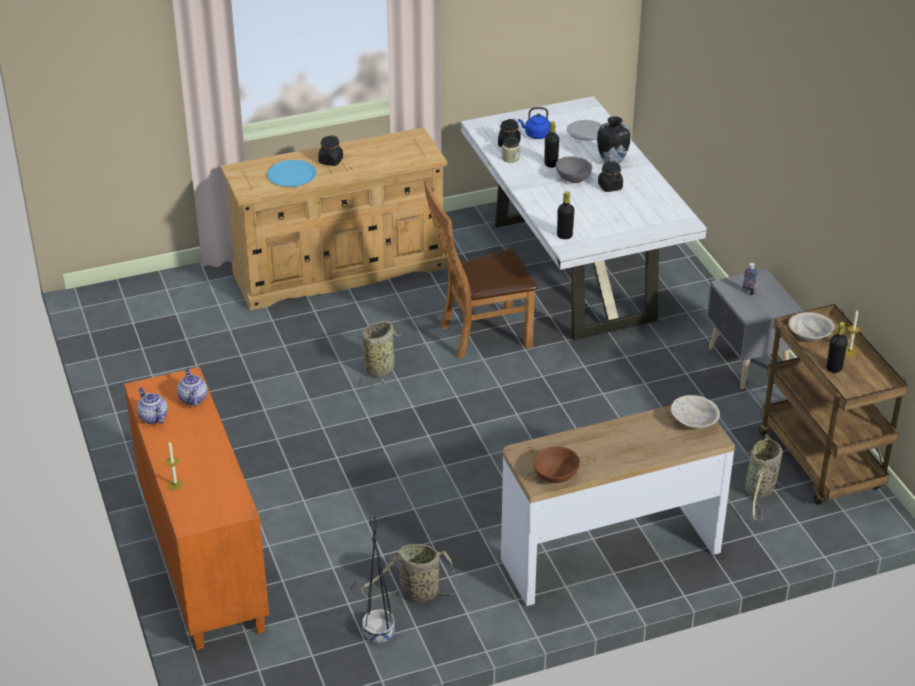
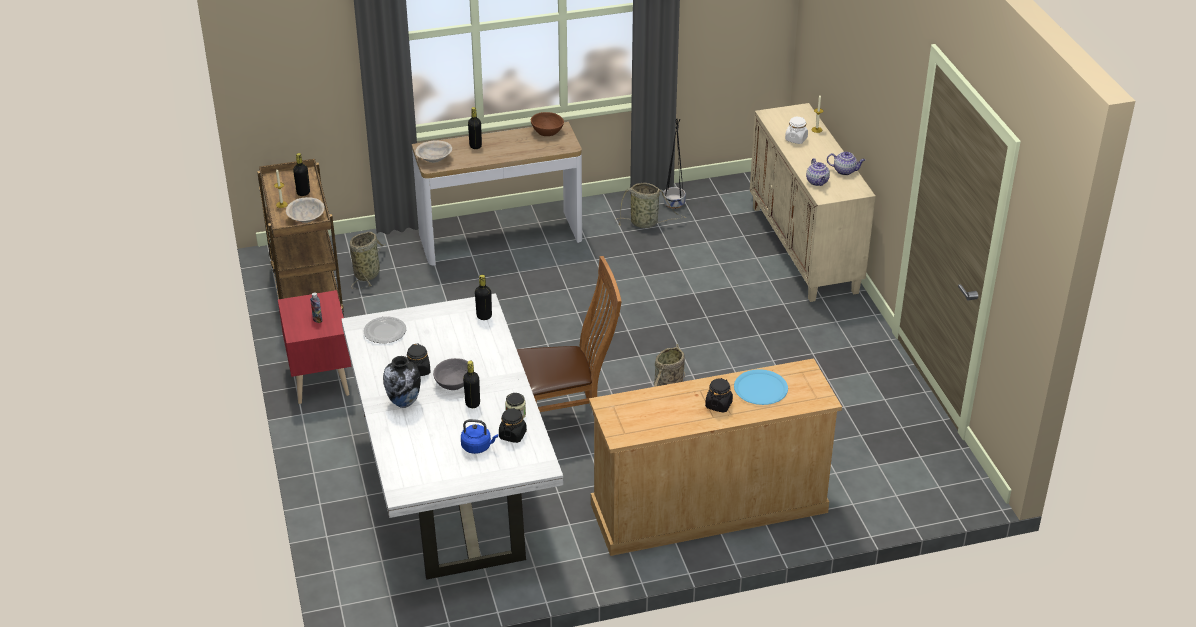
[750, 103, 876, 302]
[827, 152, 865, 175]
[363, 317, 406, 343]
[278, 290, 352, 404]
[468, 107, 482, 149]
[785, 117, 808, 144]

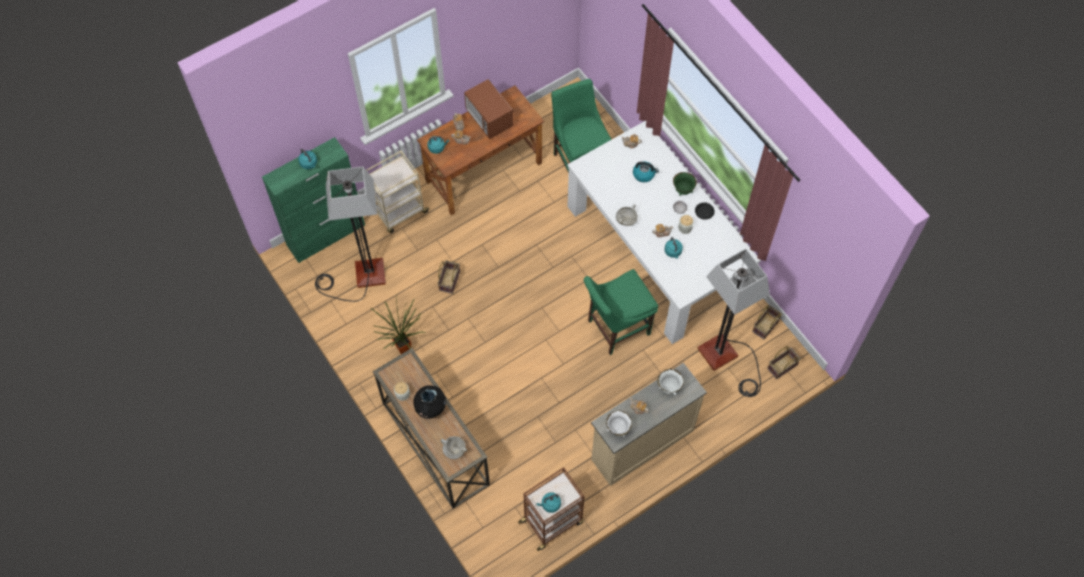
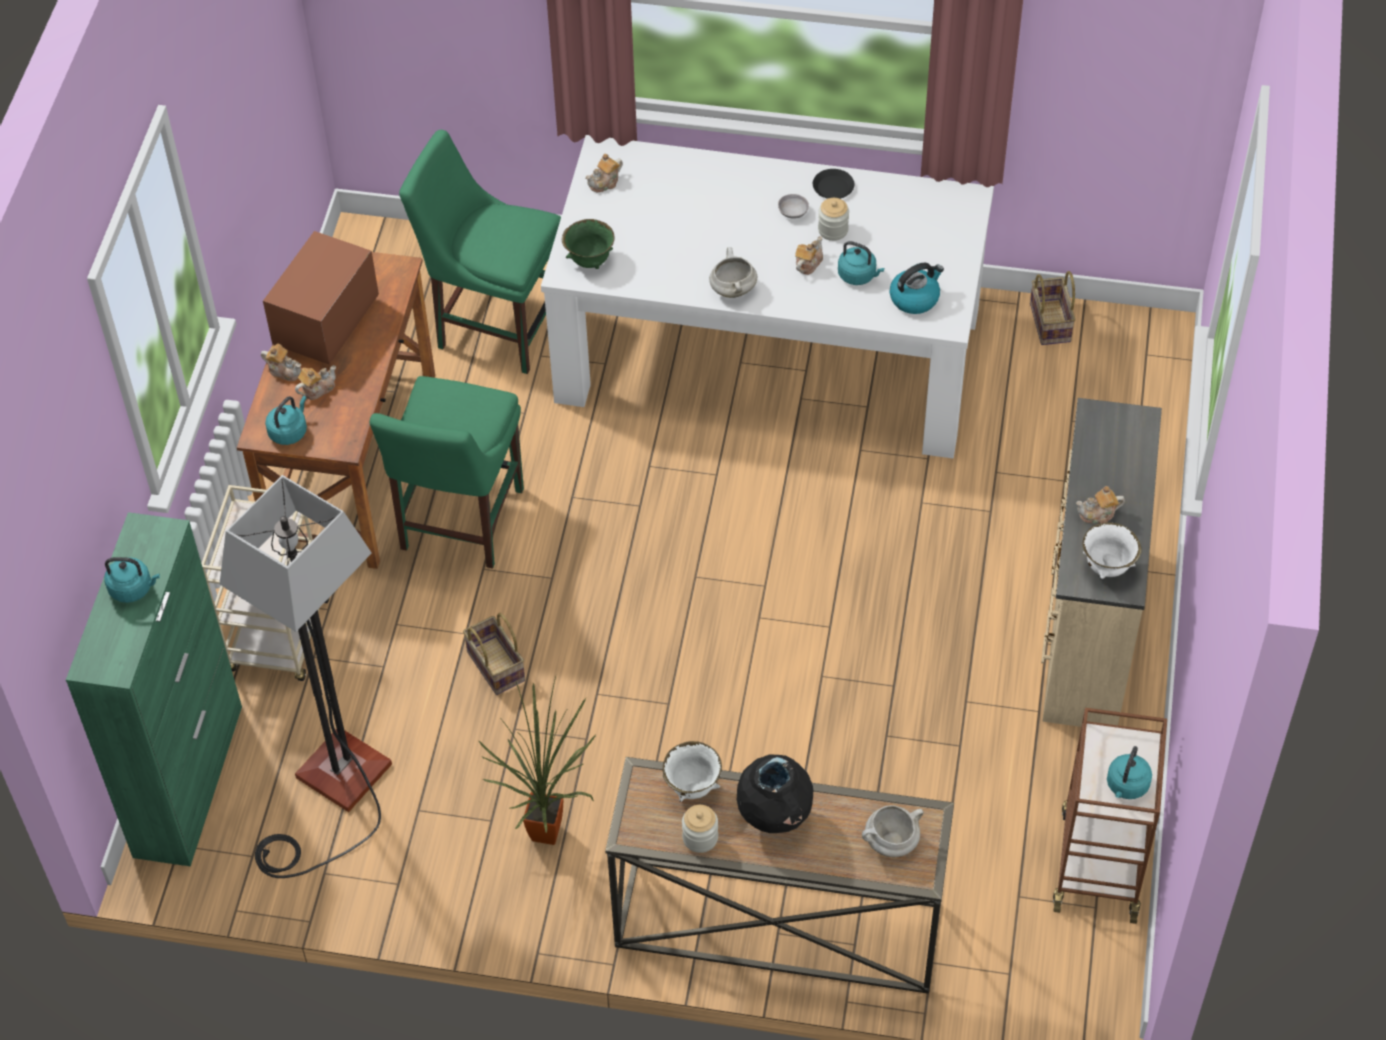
[263, 231, 379, 365]
[370, 376, 524, 569]
[890, 263, 944, 314]
[663, 741, 722, 802]
[562, 219, 615, 269]
[697, 249, 770, 397] (first image)
[767, 346, 801, 379] (first image)

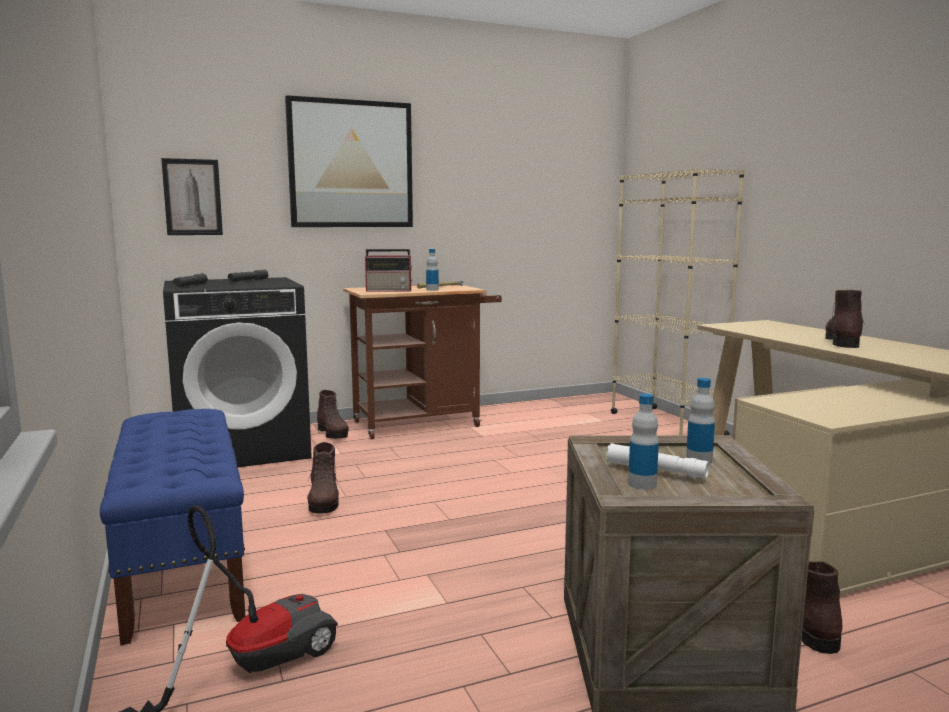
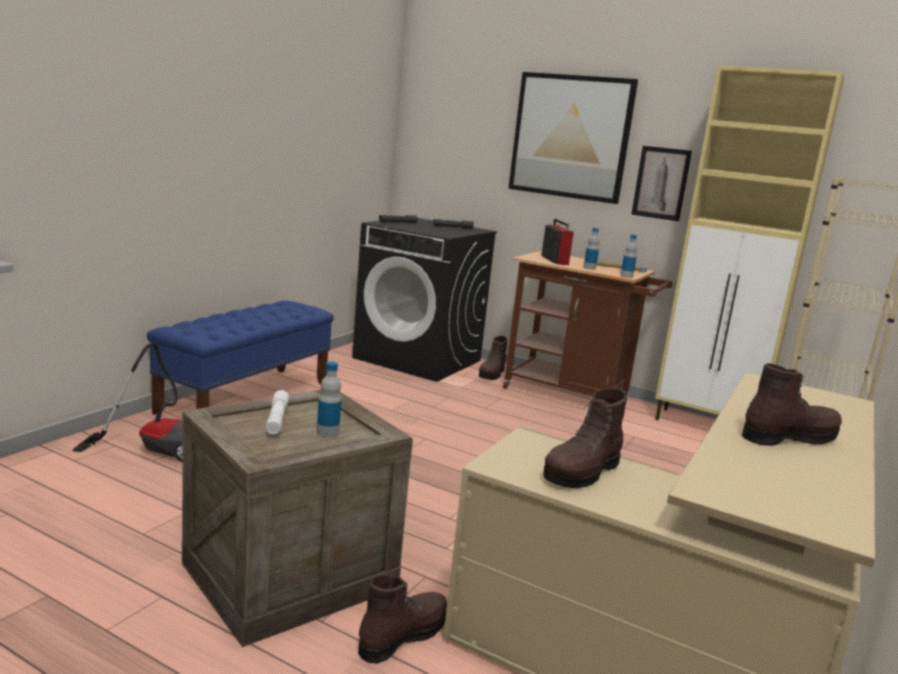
[631, 146, 692, 221]
[544, 388, 627, 488]
[541, 219, 574, 265]
[620, 234, 637, 278]
[655, 65, 844, 420]

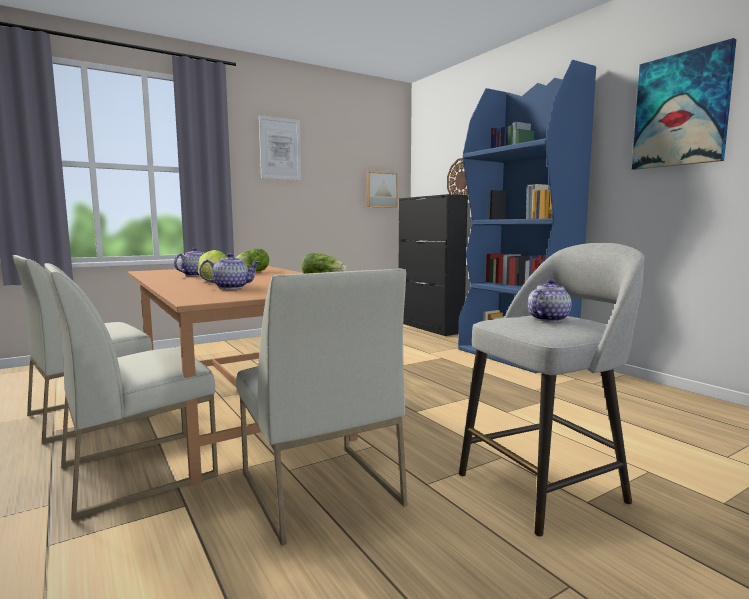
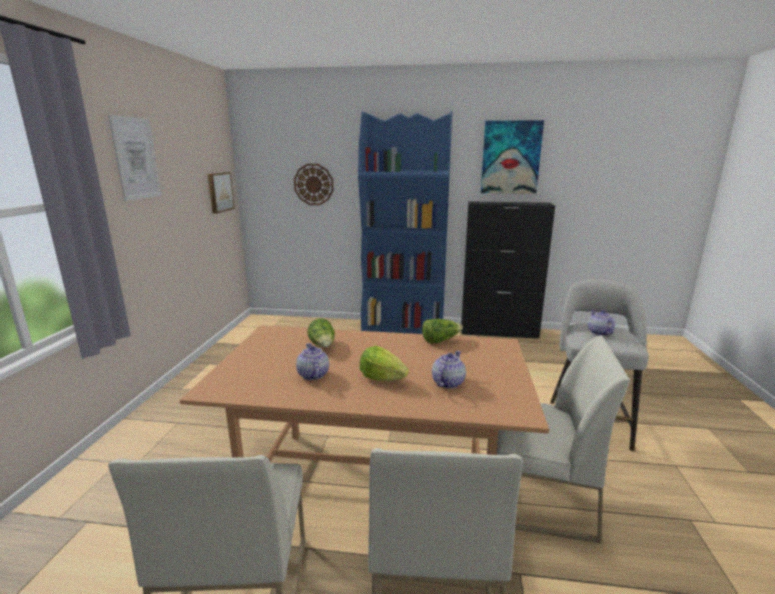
[461, 201, 555, 339]

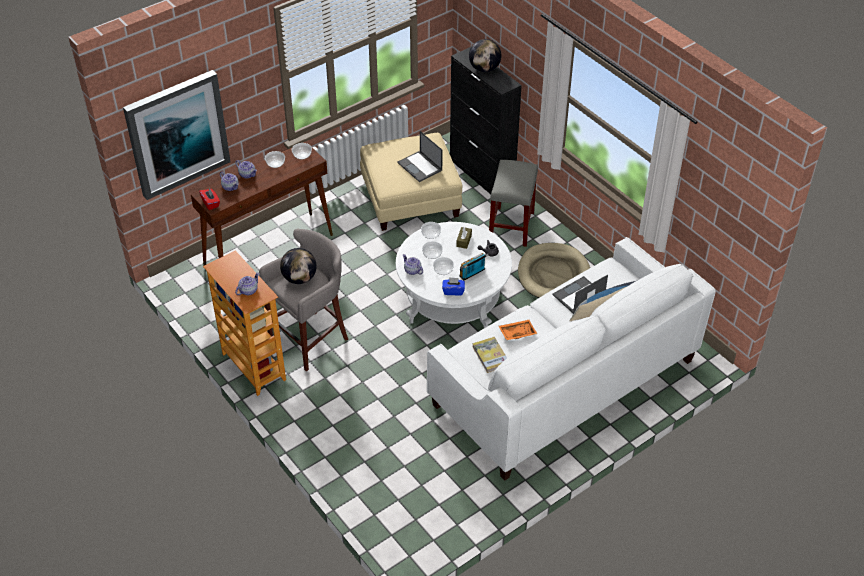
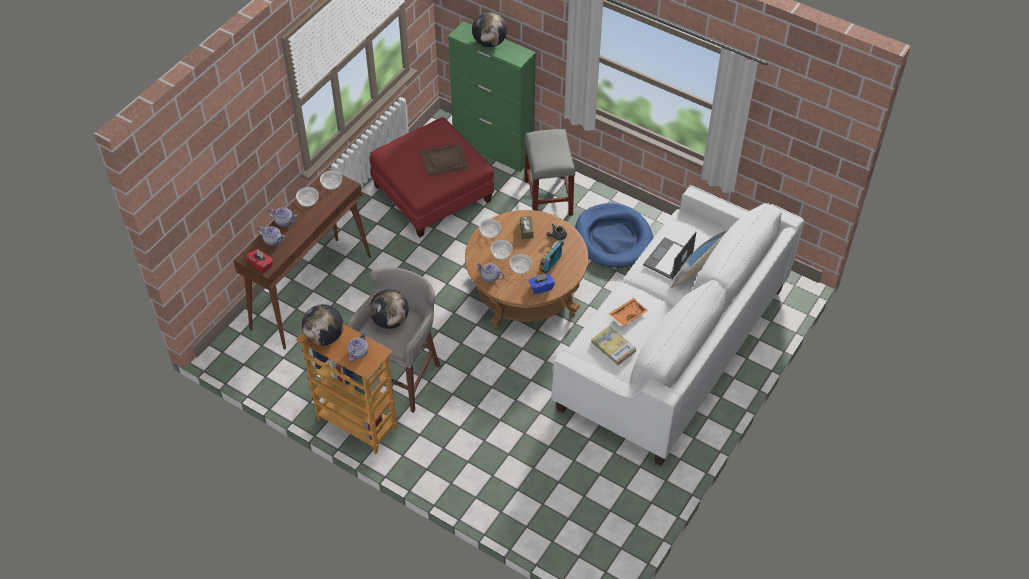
[123, 70, 231, 200] (first image)
[369, 117, 494, 237]
[465, 210, 588, 330]
[421, 144, 467, 176]
[448, 21, 536, 172]
[575, 203, 653, 268]
[302, 304, 343, 346]

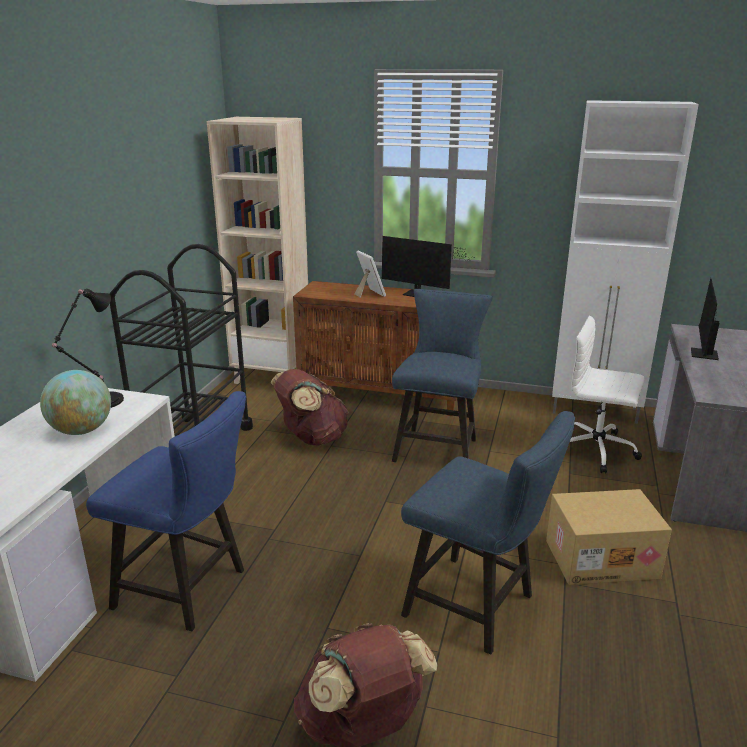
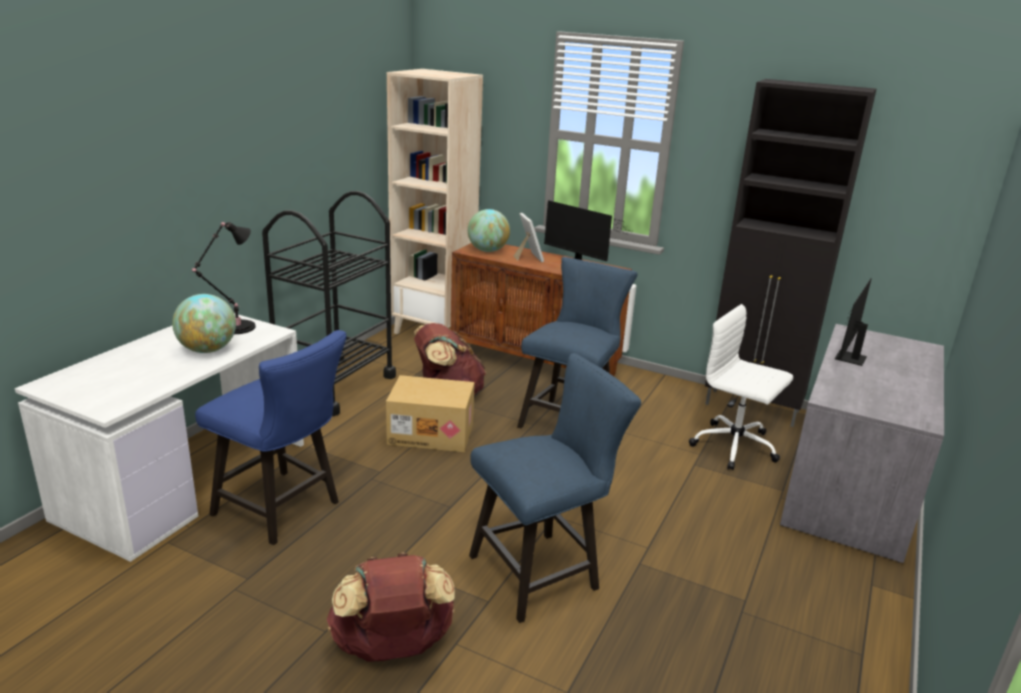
[469, 353, 641, 623]
[386, 375, 475, 452]
[705, 79, 876, 427]
[468, 209, 510, 252]

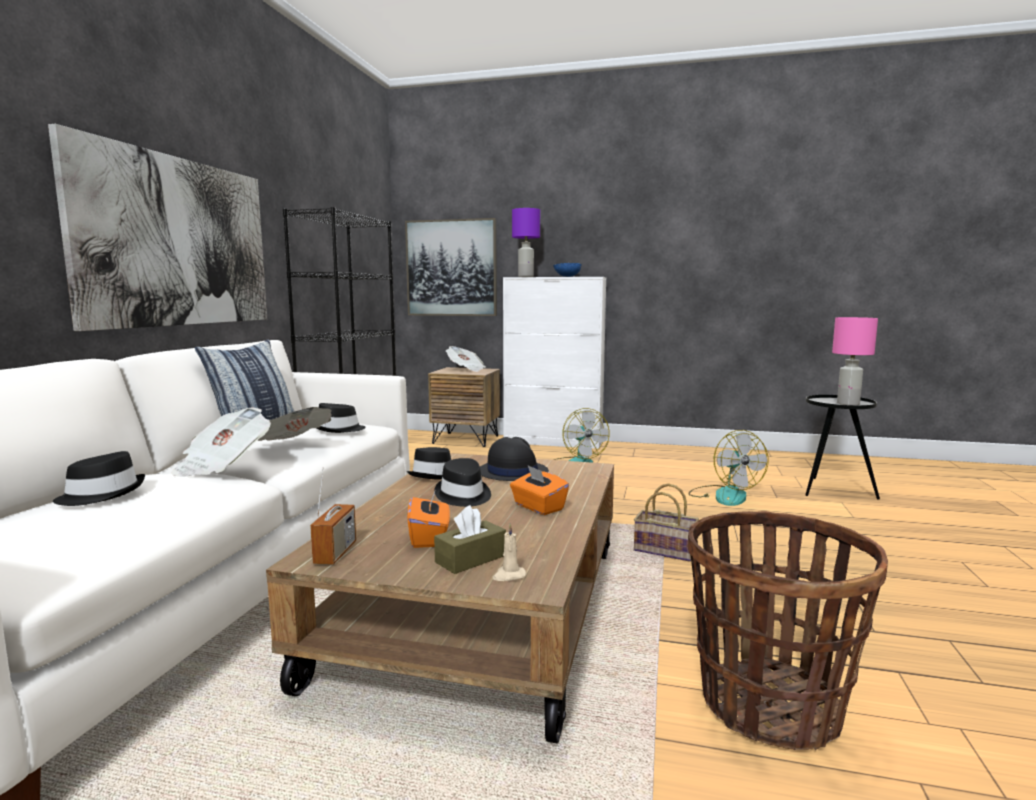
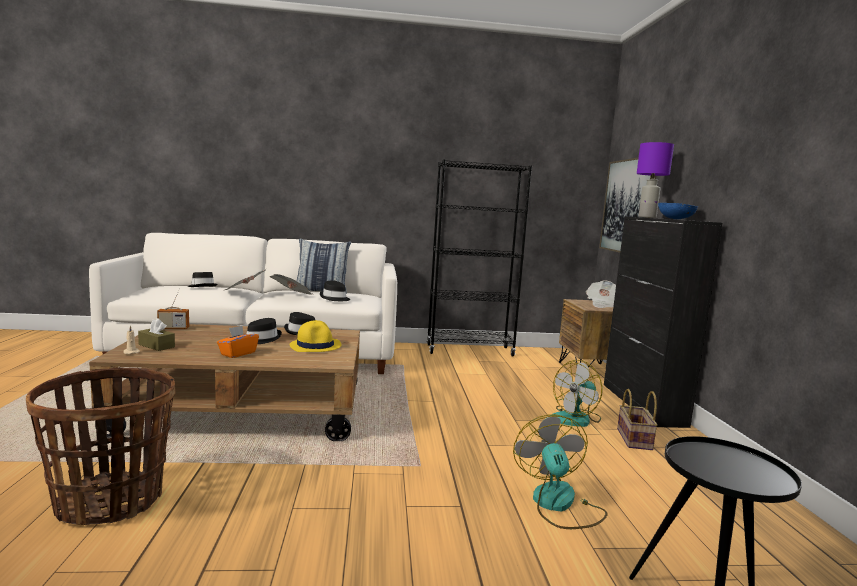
[48, 124, 267, 331] (first image)
[407, 489, 450, 548] (first image)
[289, 320, 341, 352]
[604, 216, 722, 428]
[617, 389, 658, 450]
[513, 415, 607, 529]
[832, 317, 878, 405] (first image)

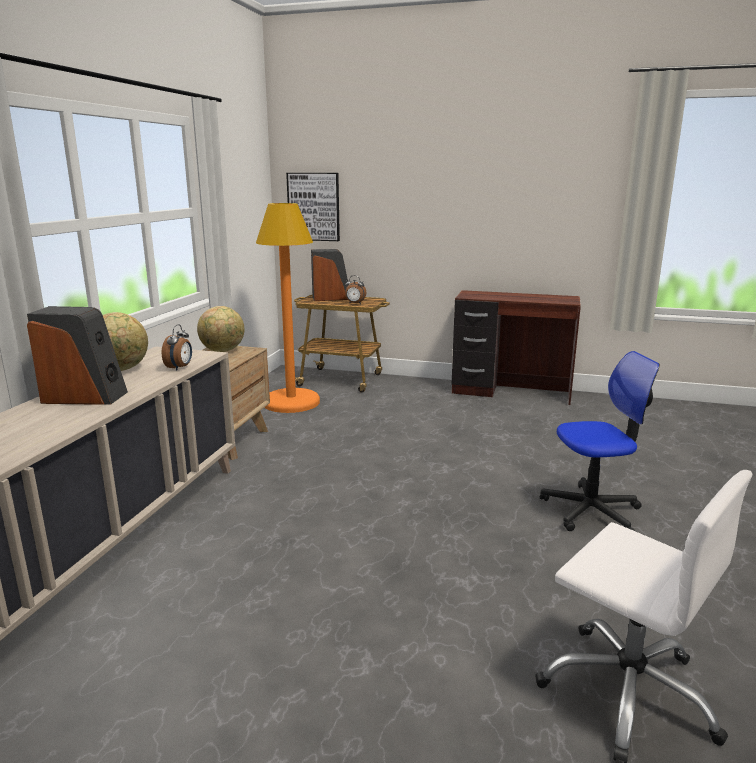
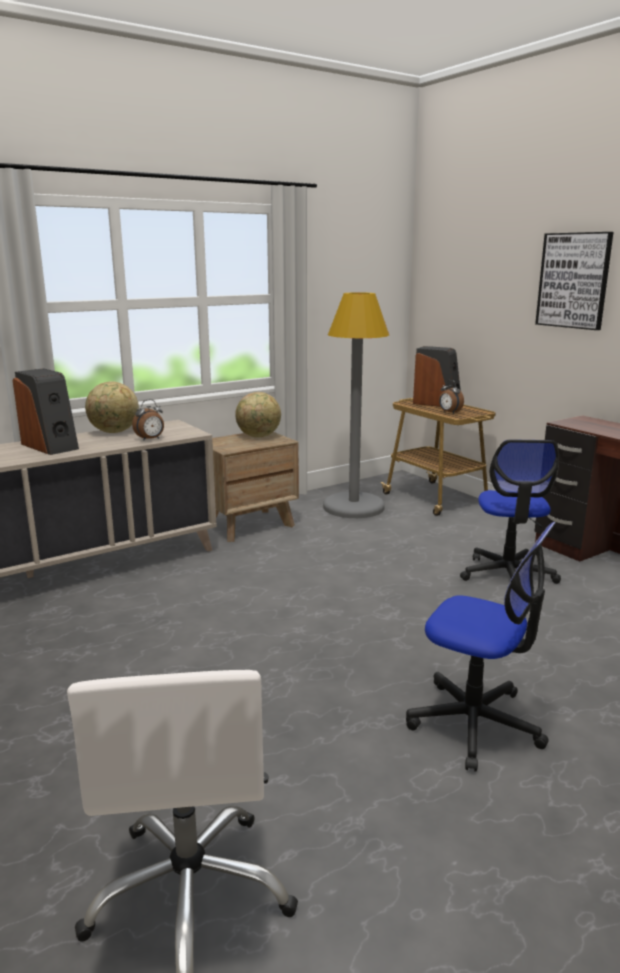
[323, 292, 389, 518]
[535, 232, 613, 330]
[460, 439, 561, 584]

